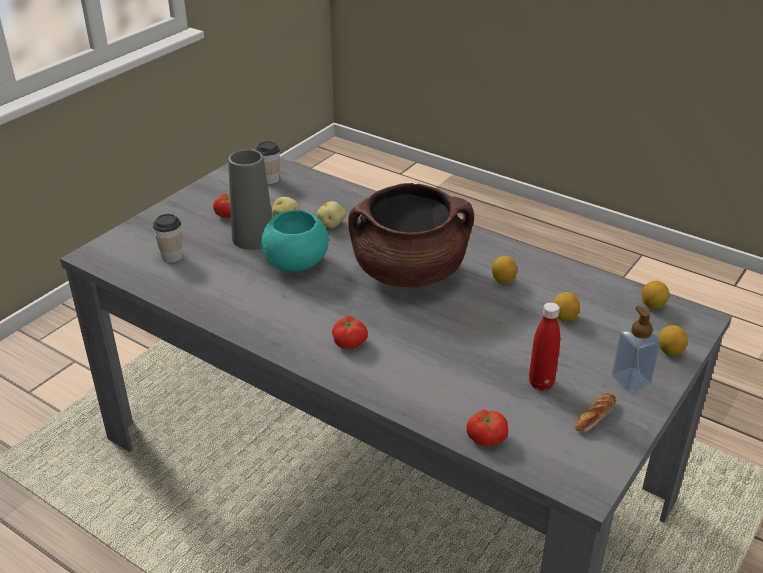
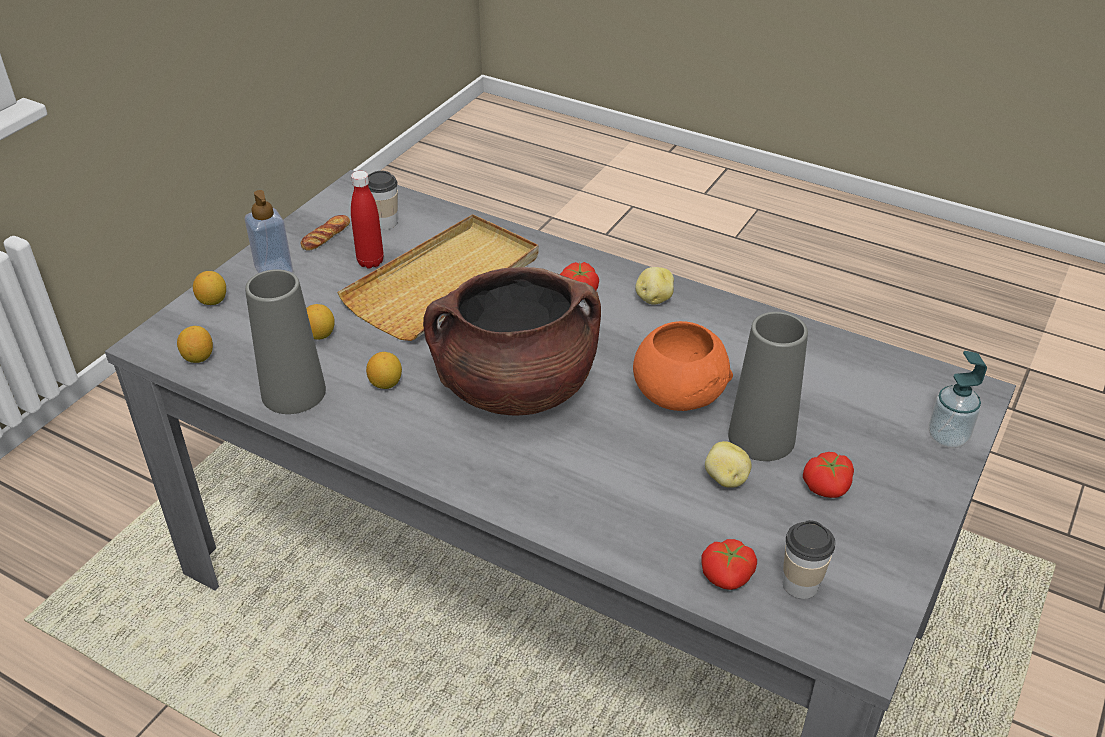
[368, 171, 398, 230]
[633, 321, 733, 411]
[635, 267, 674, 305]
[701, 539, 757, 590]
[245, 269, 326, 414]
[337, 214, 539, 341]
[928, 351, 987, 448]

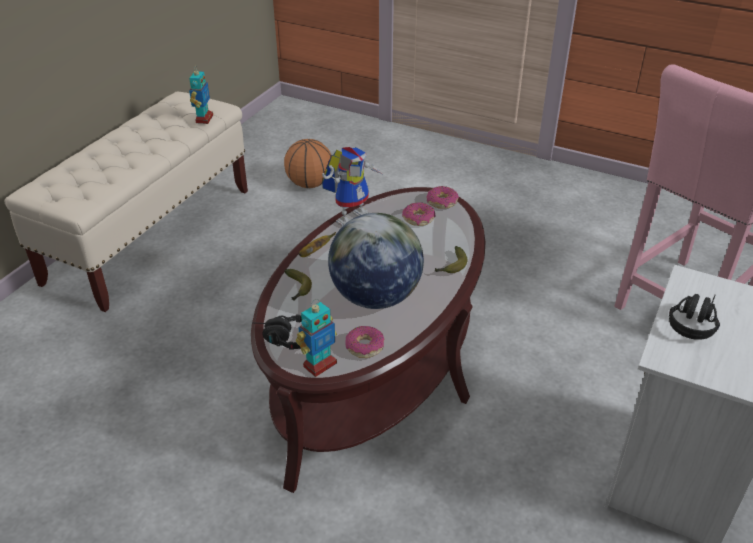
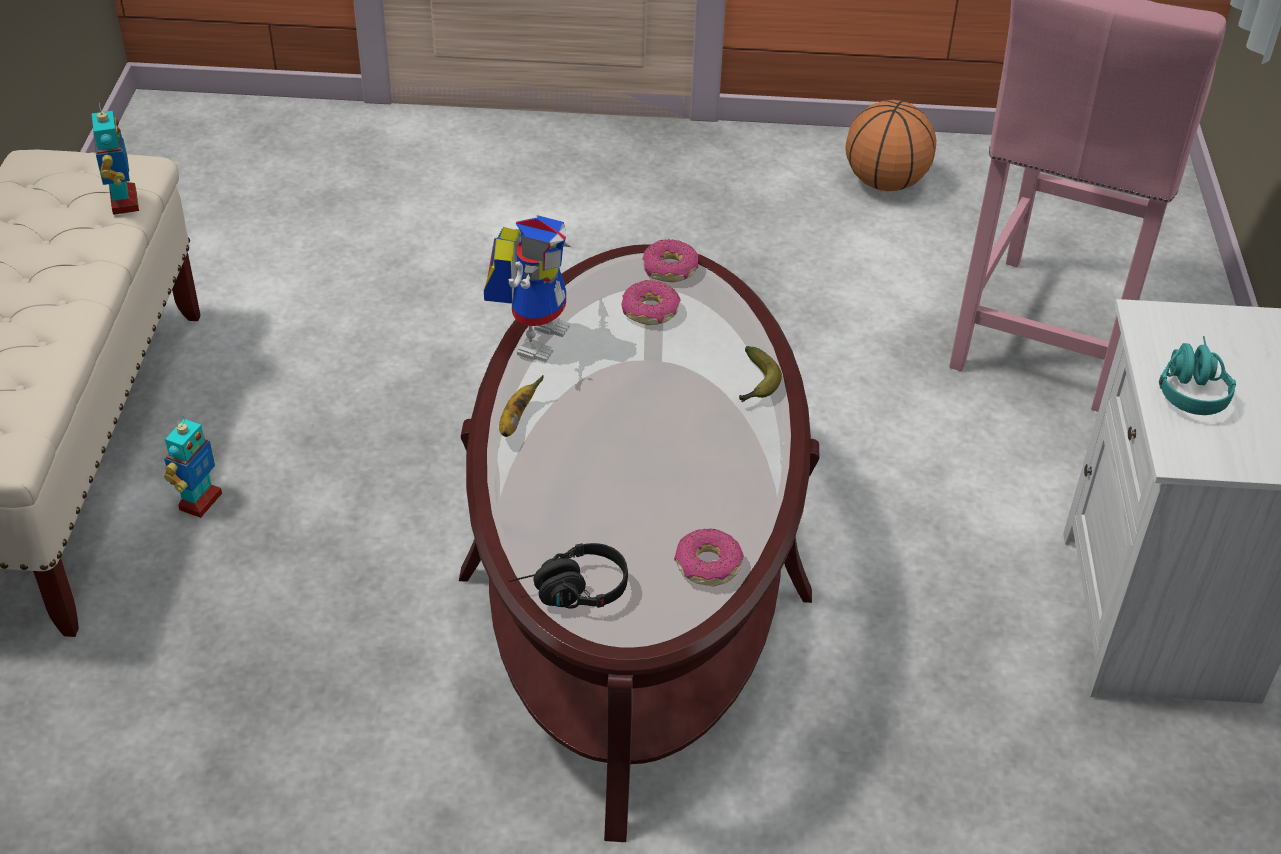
[846, 100, 936, 191]
[284, 269, 312, 301] (first image)
[164, 416, 222, 518]
[328, 213, 424, 309] (first image)
[1159, 336, 1236, 415]

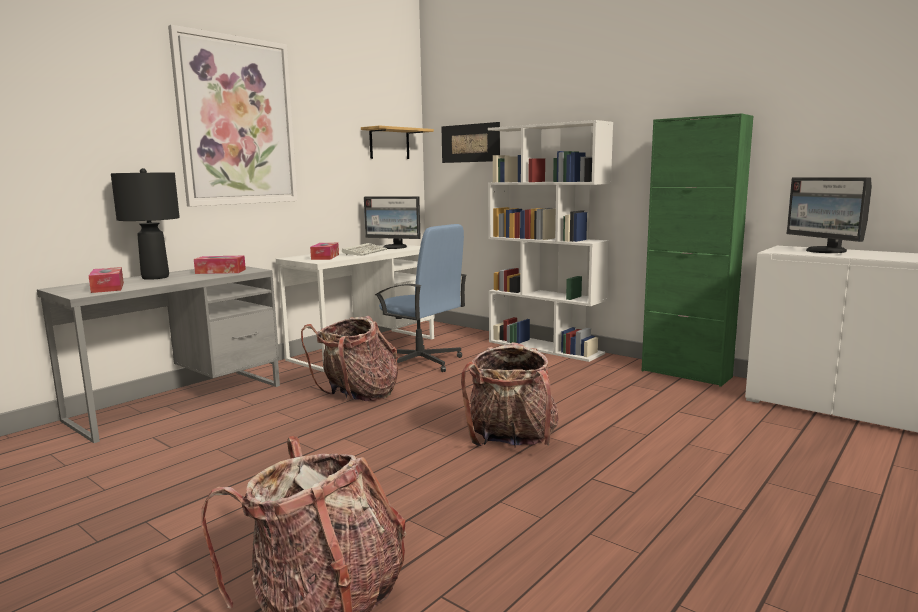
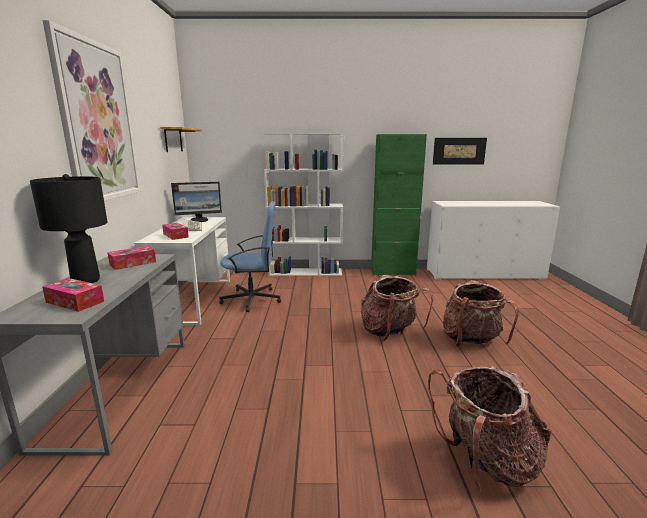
[443, 280, 518, 346]
[433, 138, 487, 164]
[787, 177, 872, 253] (first image)

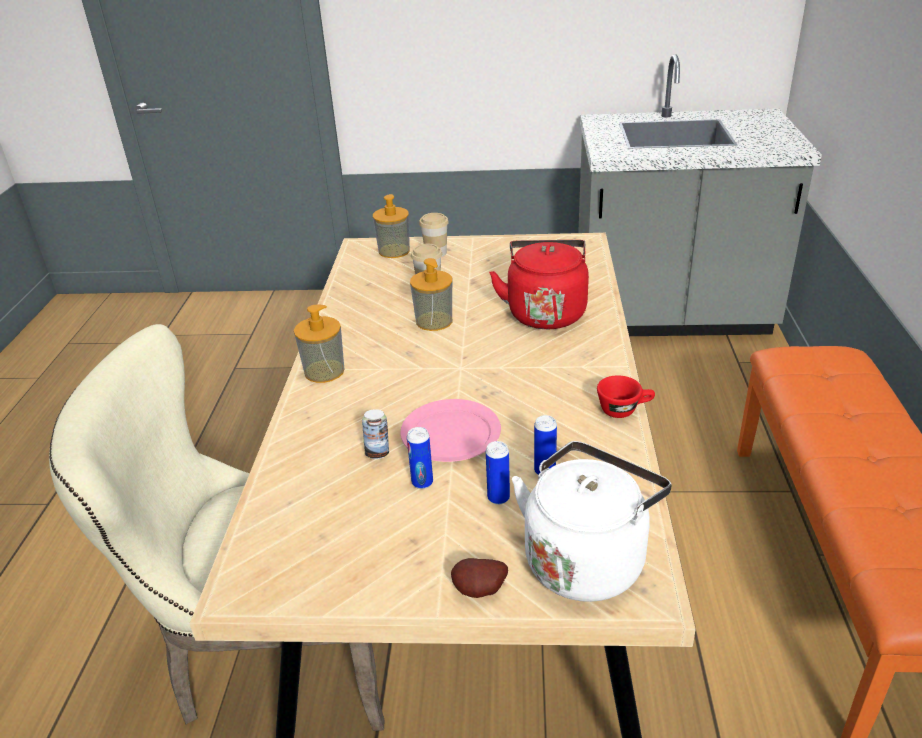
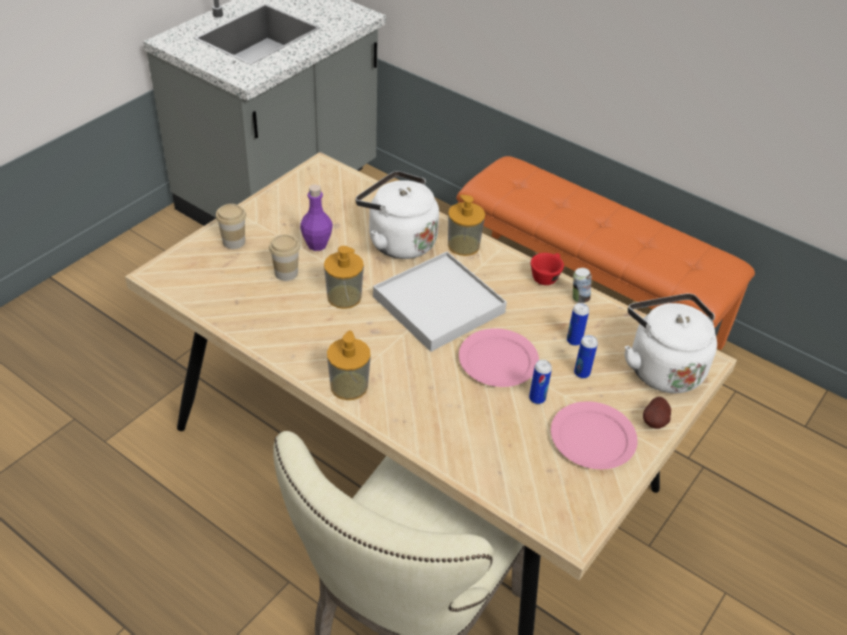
[573, 268, 592, 303]
[448, 195, 485, 256]
[355, 171, 439, 259]
[300, 184, 333, 251]
[373, 251, 507, 352]
[551, 401, 638, 469]

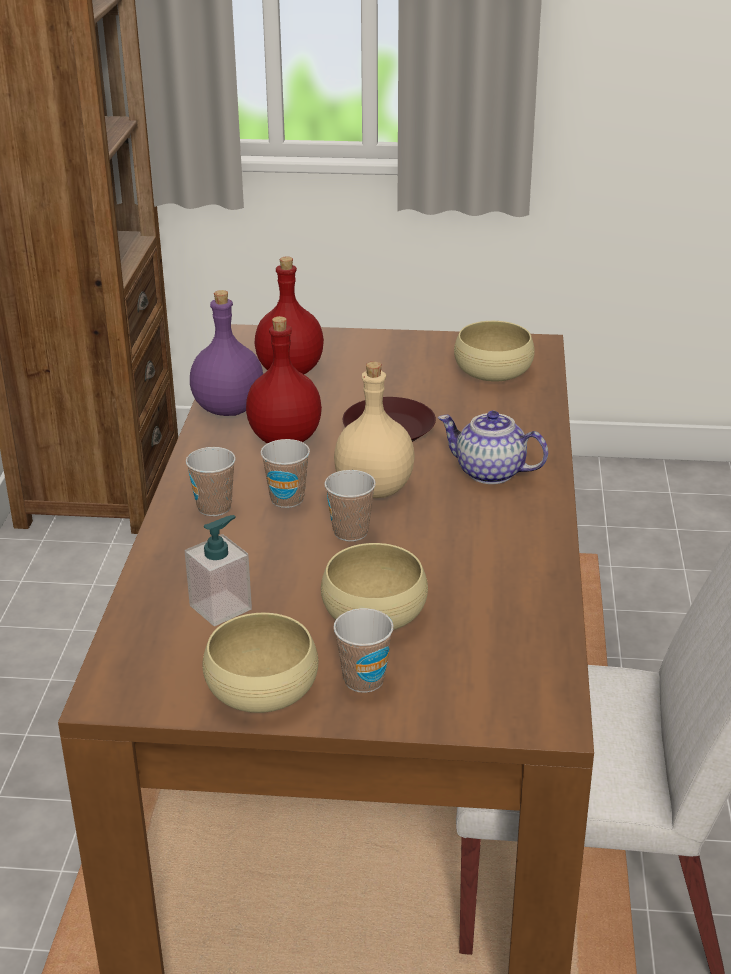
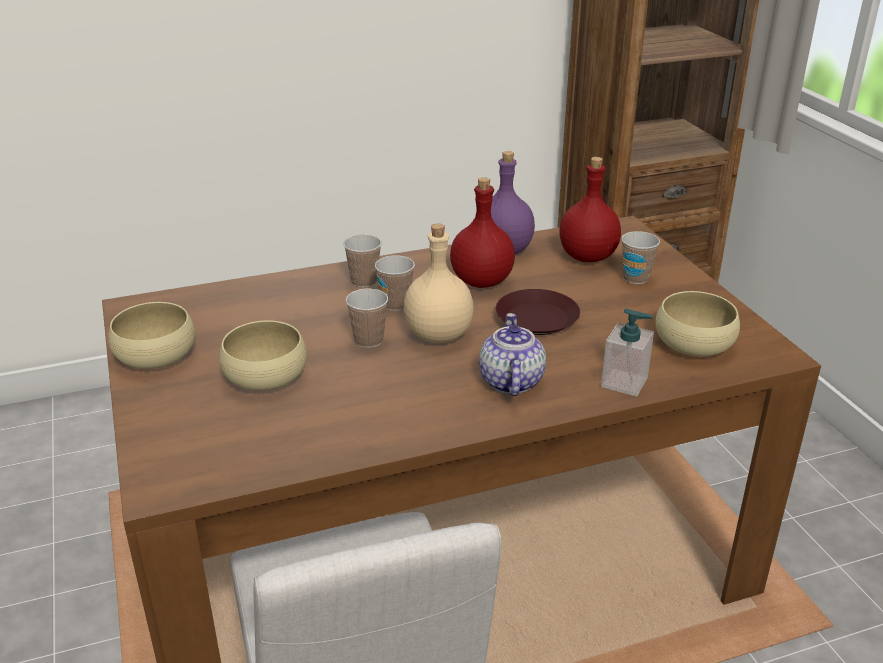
[601, 309, 654, 397]
[621, 231, 660, 284]

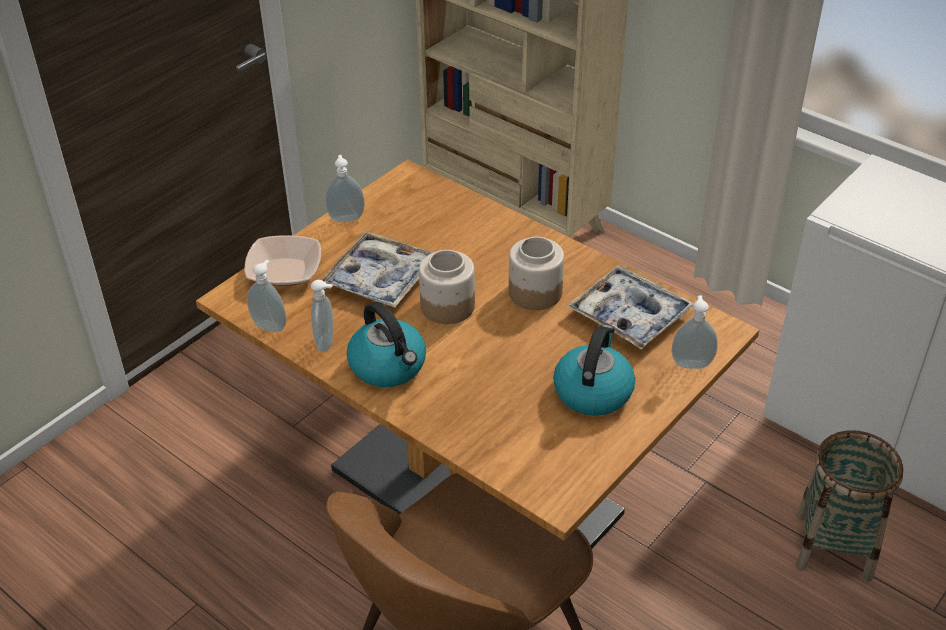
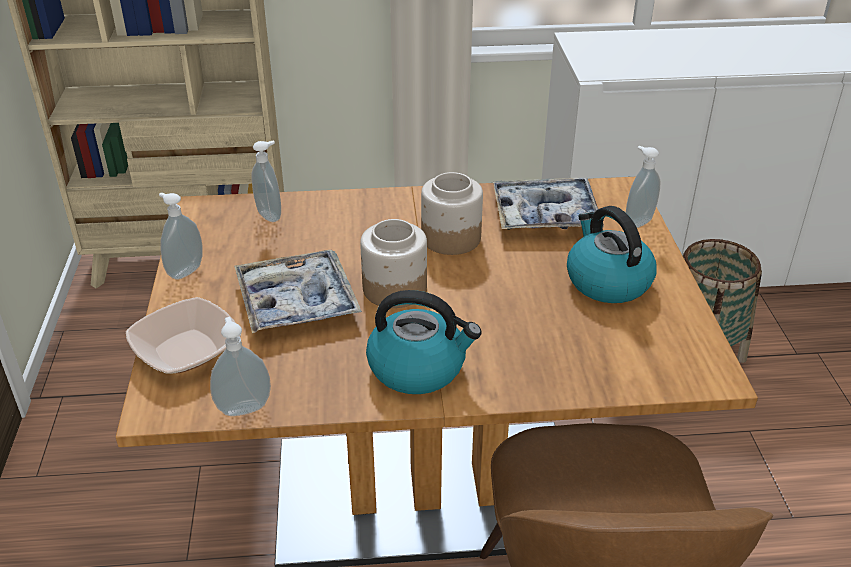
[251, 141, 281, 222]

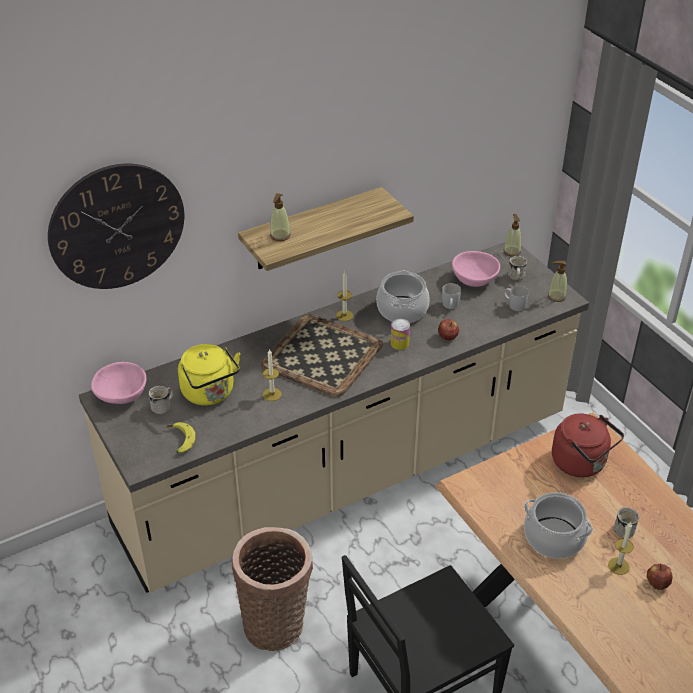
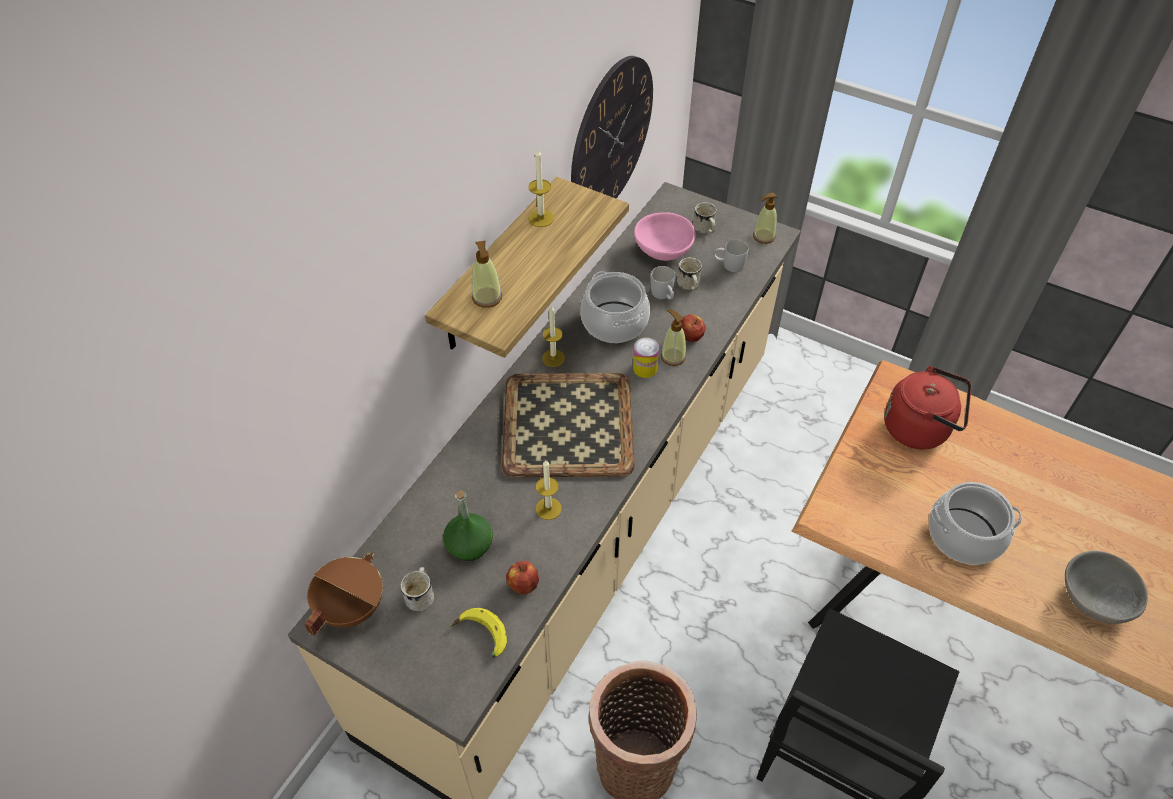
[571, 56, 653, 198]
[304, 553, 383, 636]
[443, 490, 493, 561]
[661, 309, 686, 366]
[528, 149, 554, 227]
[677, 257, 702, 291]
[506, 561, 539, 595]
[1065, 550, 1148, 624]

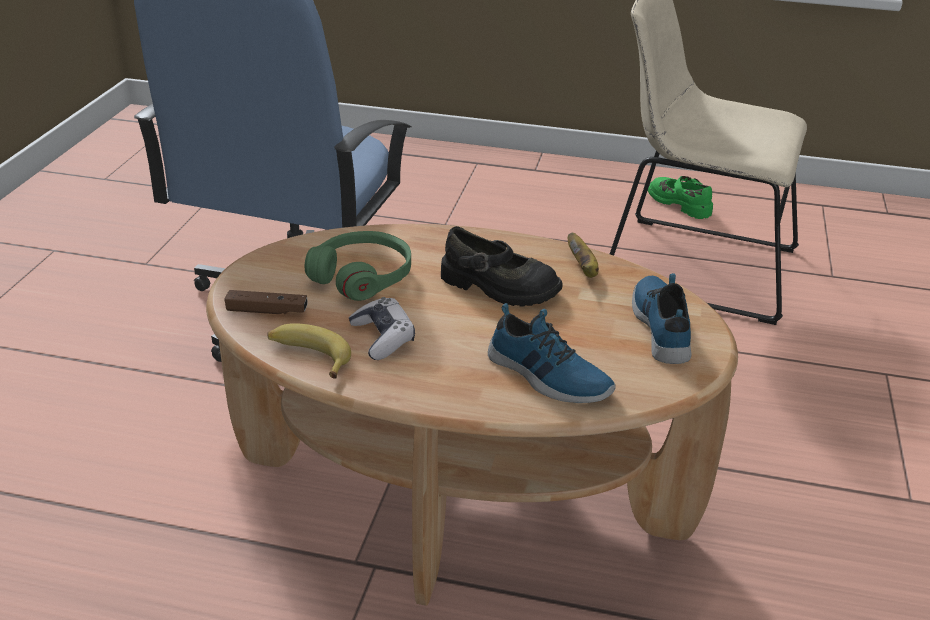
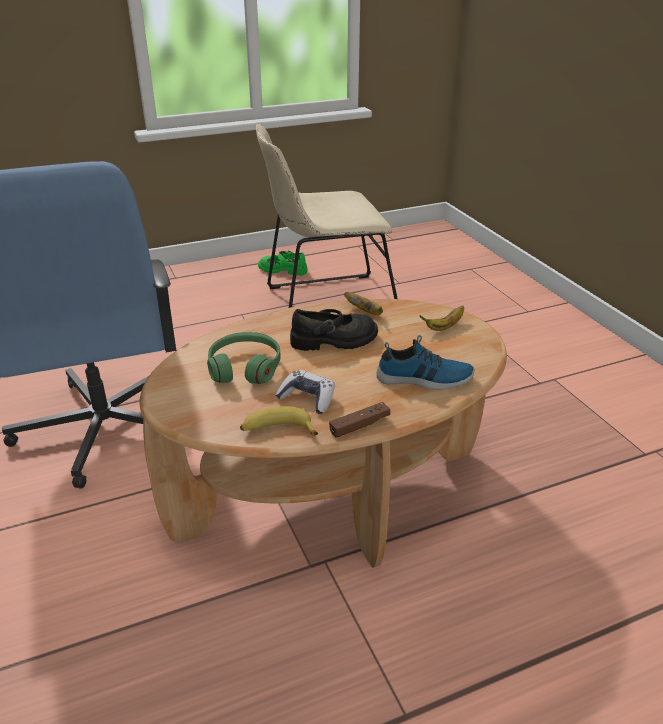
[329, 402, 390, 438]
[419, 306, 464, 331]

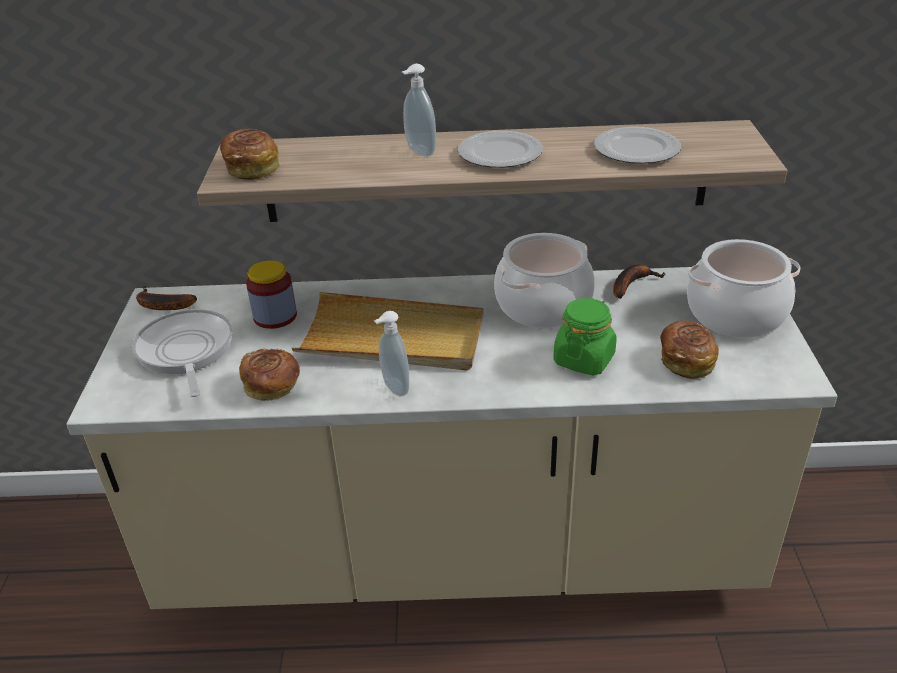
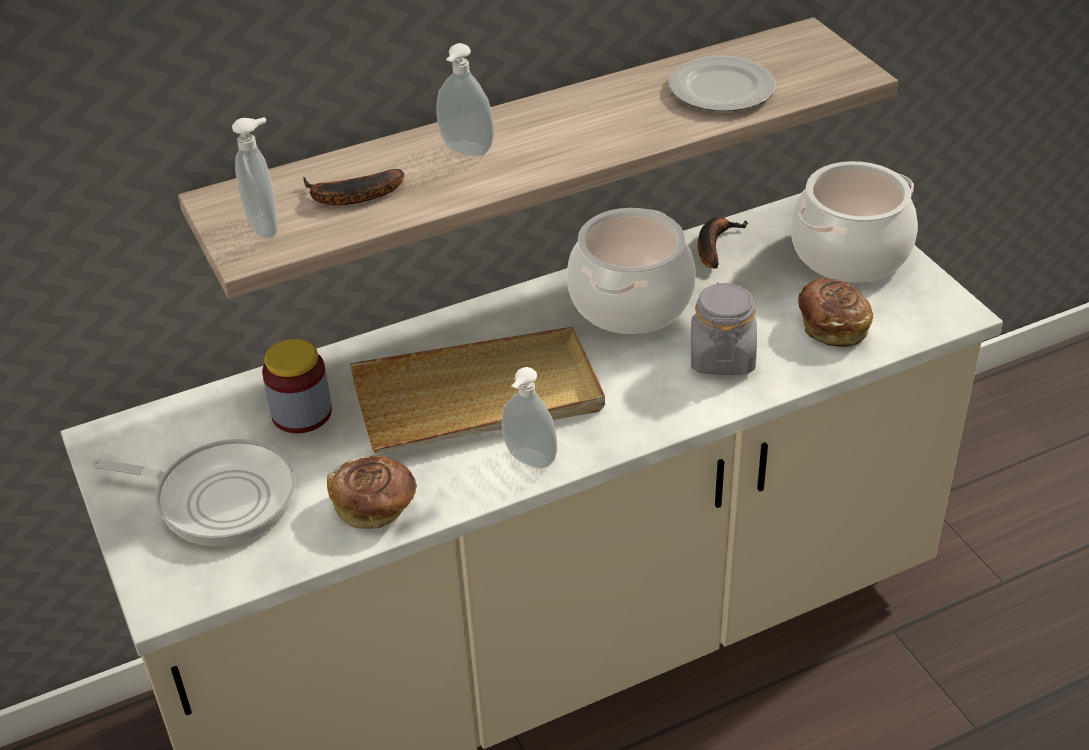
[92, 439, 296, 546]
[303, 169, 404, 205]
[232, 117, 278, 239]
[458, 131, 543, 168] (first image)
[691, 282, 757, 375]

